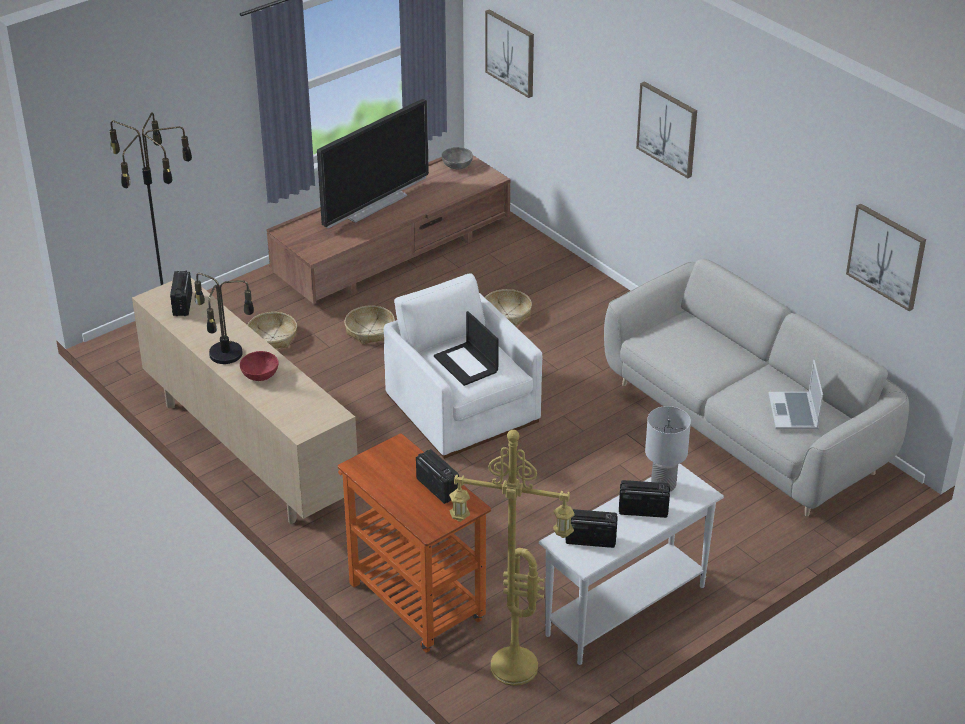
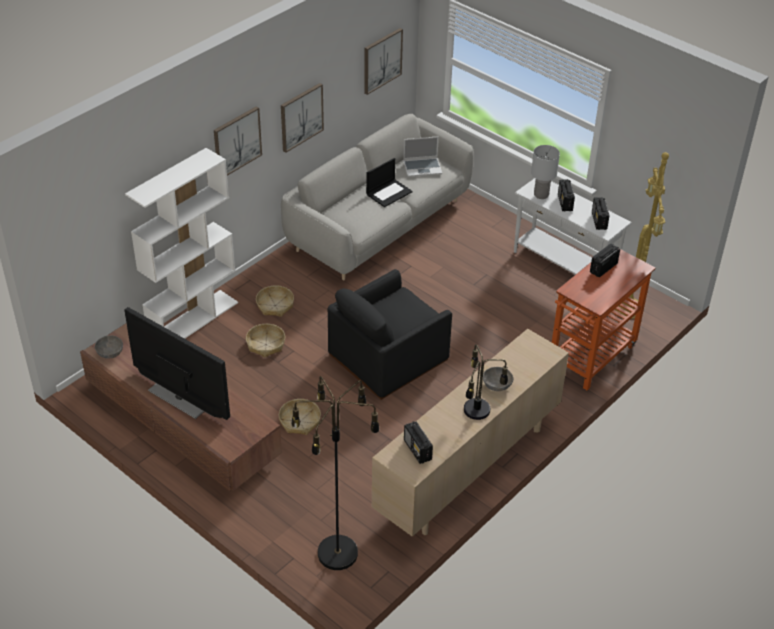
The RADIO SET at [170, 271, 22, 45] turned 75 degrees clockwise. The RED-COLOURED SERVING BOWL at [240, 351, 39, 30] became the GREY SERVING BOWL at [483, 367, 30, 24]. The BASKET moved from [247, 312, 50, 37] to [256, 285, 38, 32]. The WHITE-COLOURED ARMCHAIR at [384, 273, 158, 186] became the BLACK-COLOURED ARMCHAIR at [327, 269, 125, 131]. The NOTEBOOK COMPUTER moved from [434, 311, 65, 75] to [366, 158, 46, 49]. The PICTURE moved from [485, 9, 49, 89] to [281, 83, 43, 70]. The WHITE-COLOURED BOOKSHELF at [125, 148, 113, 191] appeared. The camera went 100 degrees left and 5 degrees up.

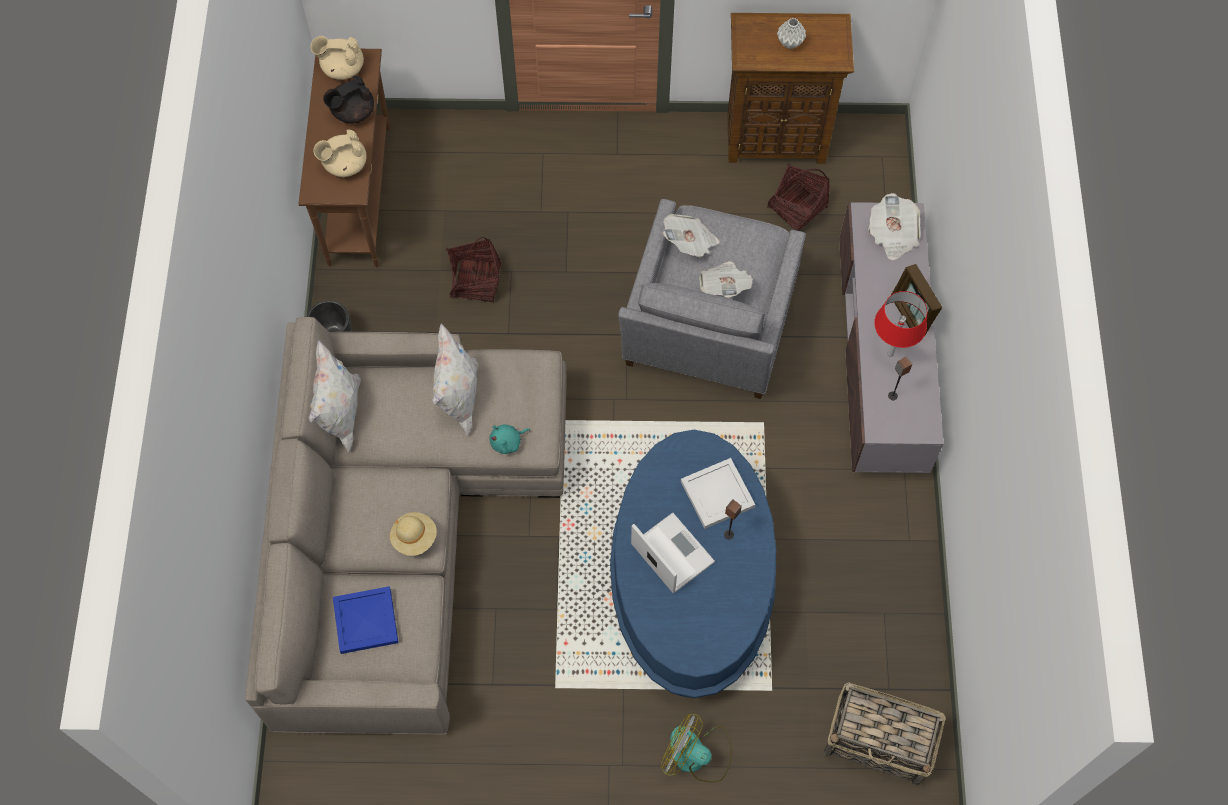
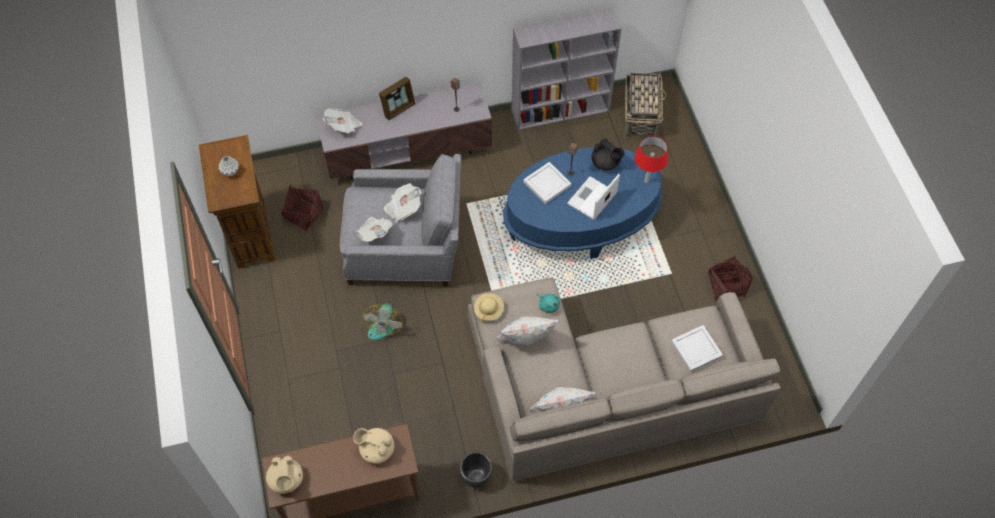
The BEIGE TEAPOT at [313, 130, 54, 47] turned 150 degrees clockwise. The BLACK-COLOURED TEAPOT moved from [323, 76, 51, 48] to [592, 139, 33, 31]. The BLUE TRAY at [333, 586, 66, 68] became the WHITE-COLOURED TRAY at [671, 325, 52, 47]. The BEIGE CLOTHING HAT moved from [390, 512, 47, 44] to [474, 293, 30, 30]. The BASKET moved from [446, 237, 55, 66] to [708, 255, 45, 45]. The COOLING FAN moved from [661, 714, 71, 69] to [362, 304, 41, 36]. The RED-COLOURED TABLETOP LAMP moved from [874, 291, 53, 66] to [635, 136, 33, 47]. The GREY BOOKSHELF at [512, 9, 110, 121] appeared. The camera went 105 degrees left and 5 degrees down.

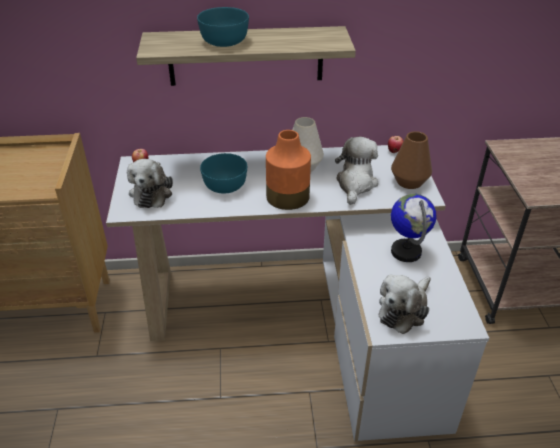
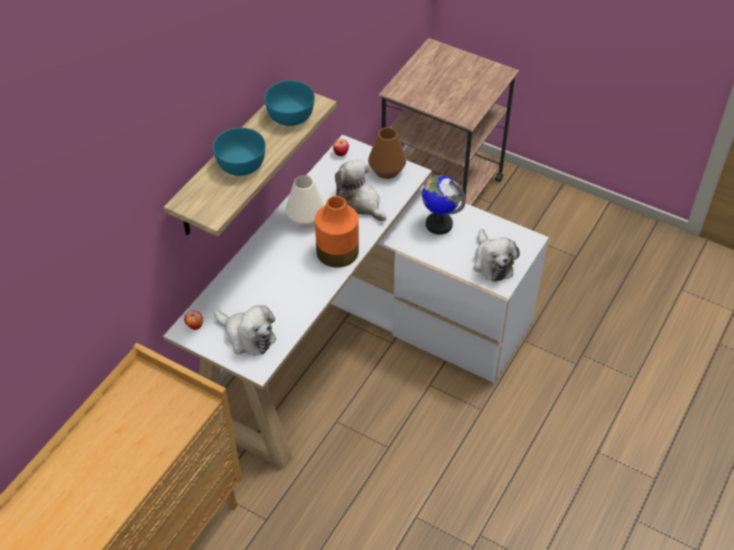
The TURQUOISE-COLOURED SERVING BOWL moved from [200, 153, 47, 41] to [264, 80, 51, 46]. The camera went 55 degrees left and 10 degrees up.

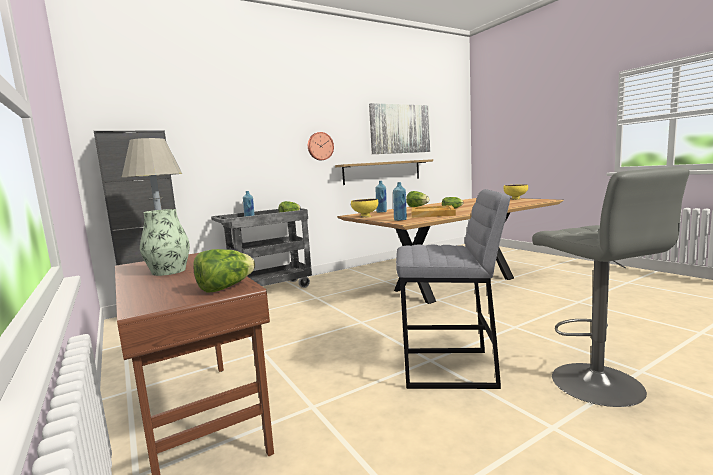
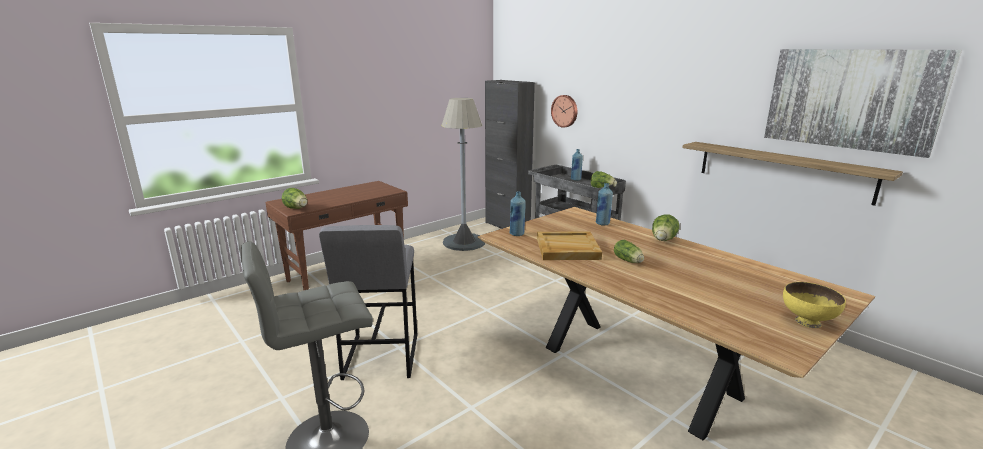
The VASE at [140, 209, 50, 67] disappeared. The CLOCK ON THE WALL moved from [308, 132, 26, 28] to [551, 95, 26, 33]. The YELLOWISH SERVING BOWL at [351, 199, 27, 19] disappeared. The camera went 80 degrees right and 10 degrees up.

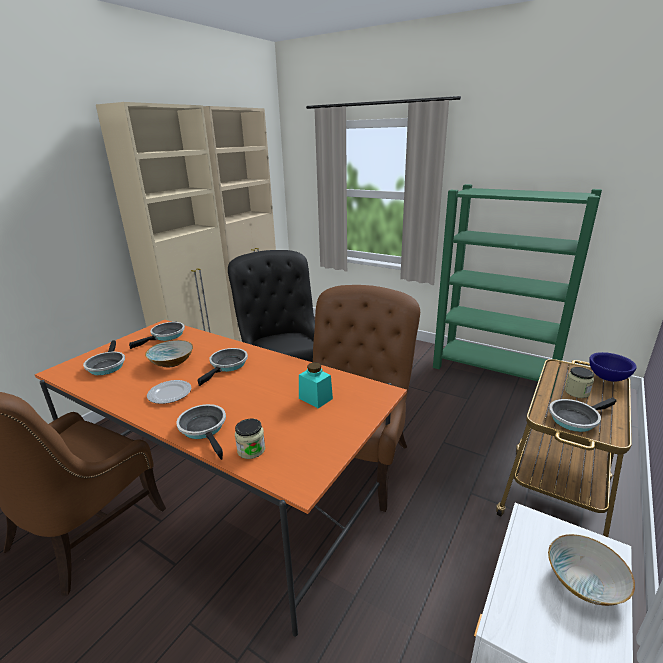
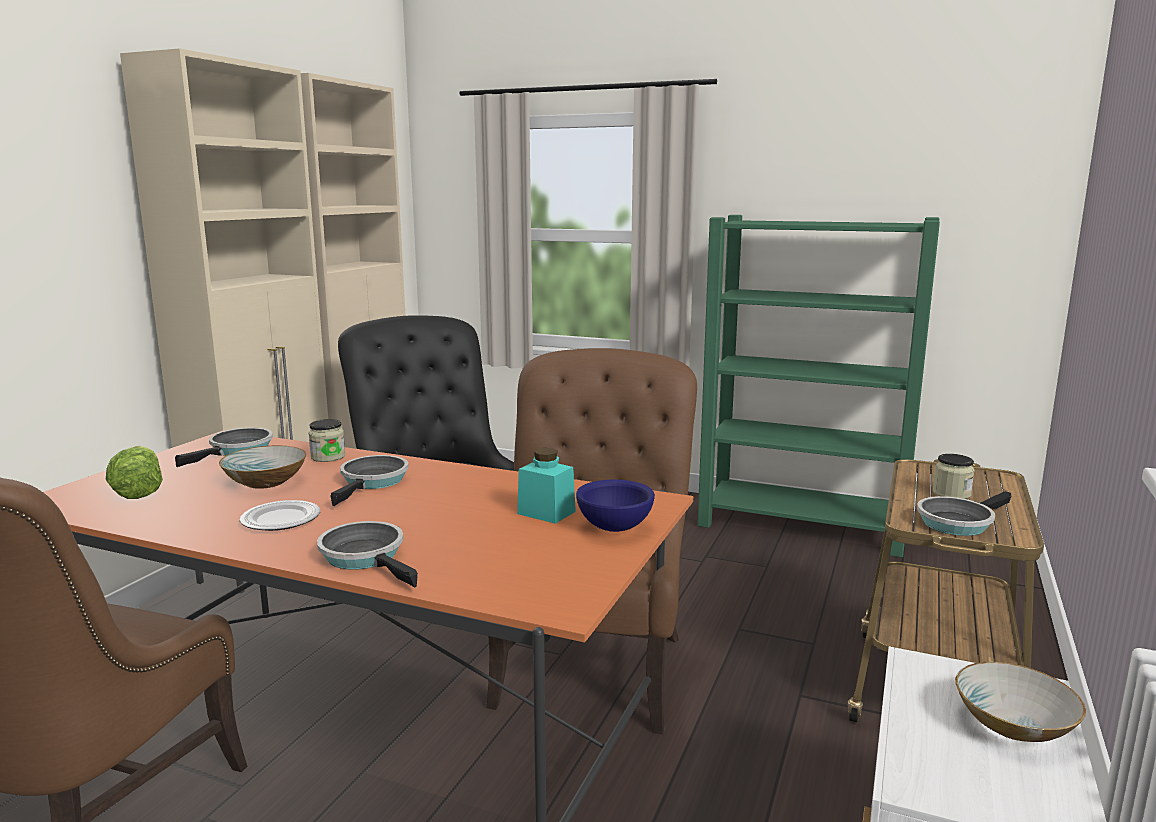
The SKILLET at [83, 340, 42, 35] was replaced by the LETTUCE HEAD at [106, 446, 57, 53]. The JAR moved from [235, 419, 30, 40] to [308, 419, 37, 43]. The BLUE SERVING BOWL moved from [589, 352, 48, 30] to [576, 480, 79, 52]. The camera went 10 degrees left and 10 degrees down.

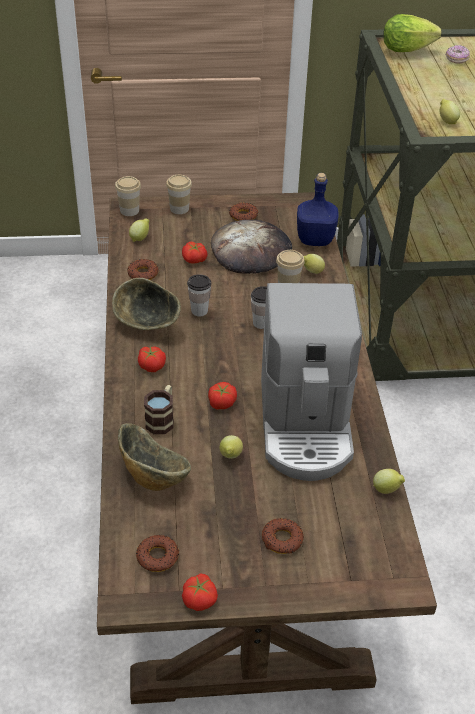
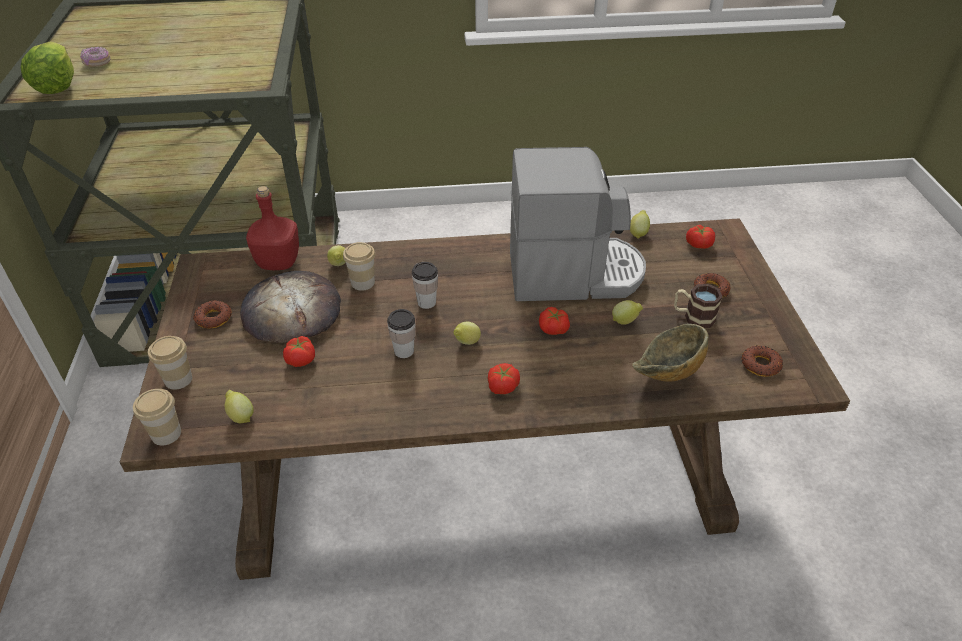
The SERVING BOWL at [112, 278, 69, 52] disappeared. The RING DOUGHNUT at [127, 259, 32, 21] disappeared. The MUG moved from [144, 385, 30, 49] to [674, 284, 49, 44]. The TOMATO moved from [182, 573, 36, 38] to [686, 225, 29, 24]. The BLUE BEVERAGE BOTTLE at [297, 173, 42, 73] became the RED-COLOURED BEVERAGE BOTTLE at [246, 186, 53, 84]. The CITRUS FRUIT moved from [440, 99, 20, 25] to [453, 322, 28, 23]. The camera went 90 degrees left and 0 degrees up.

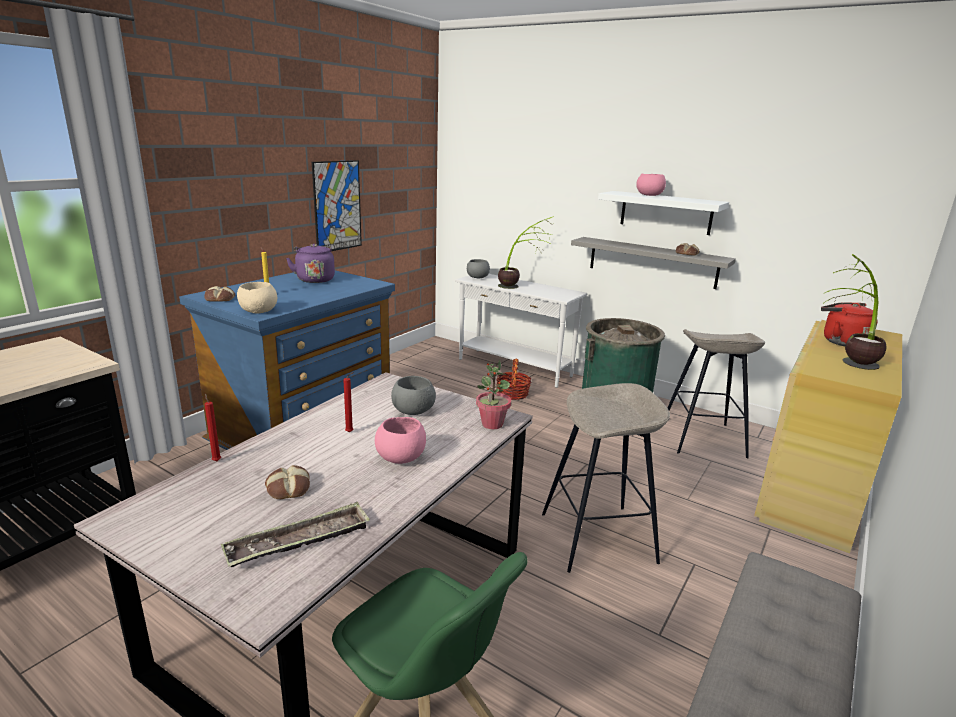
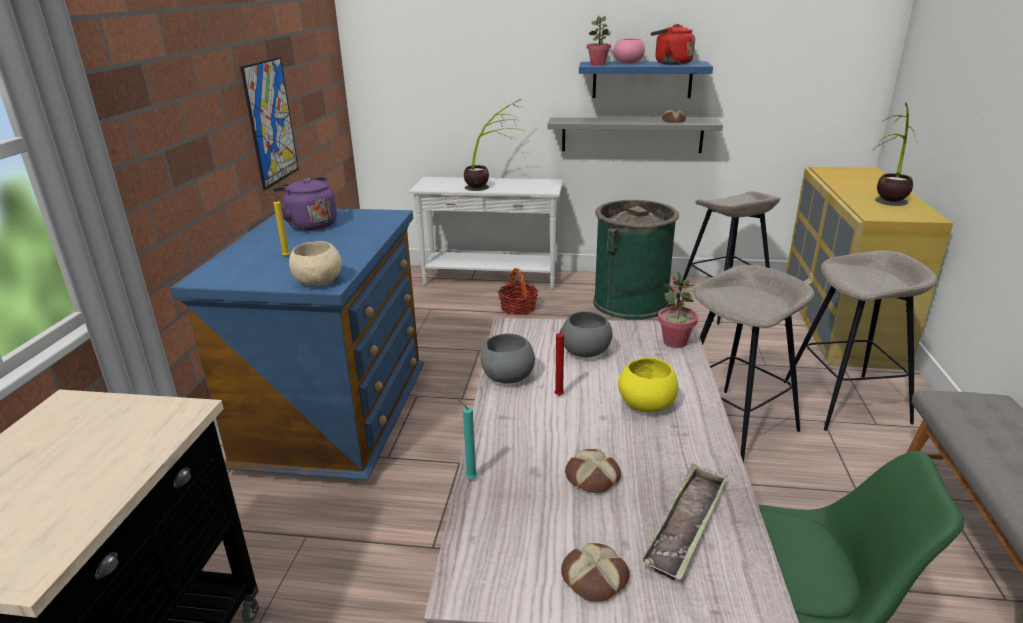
The BAKED BREAD moved from [204, 286, 31, 16] to [561, 543, 69, 58]. The RED-COLOURED WAX CANDLE at [205, 394, 16, 67] became the TURQUOISE-COLOURED WAX CANDLE at [458, 399, 19, 80]. The PINKISH SERVING BOWL at [375, 417, 51, 47] became the YELLOWISH SERVING BOWL at [618, 357, 60, 55]. The GREY SERVING BOWL moved from [467, 259, 23, 19] to [480, 333, 55, 50]. The WHITE-COLOURED SHELF at [598, 191, 131, 44] became the BLUE SHELF at [579, 61, 134, 37]. The RED-COLOURED KETTLE moved from [821, 302, 57, 44] to [651, 24, 44, 41]. The HOUSEPLANT at [587, 16, 24, 50] appeared. The GREY STOOL SEAT at [784, 250, 154, 181] appeared. The camera went 25 degrees left and 5 degrees up.

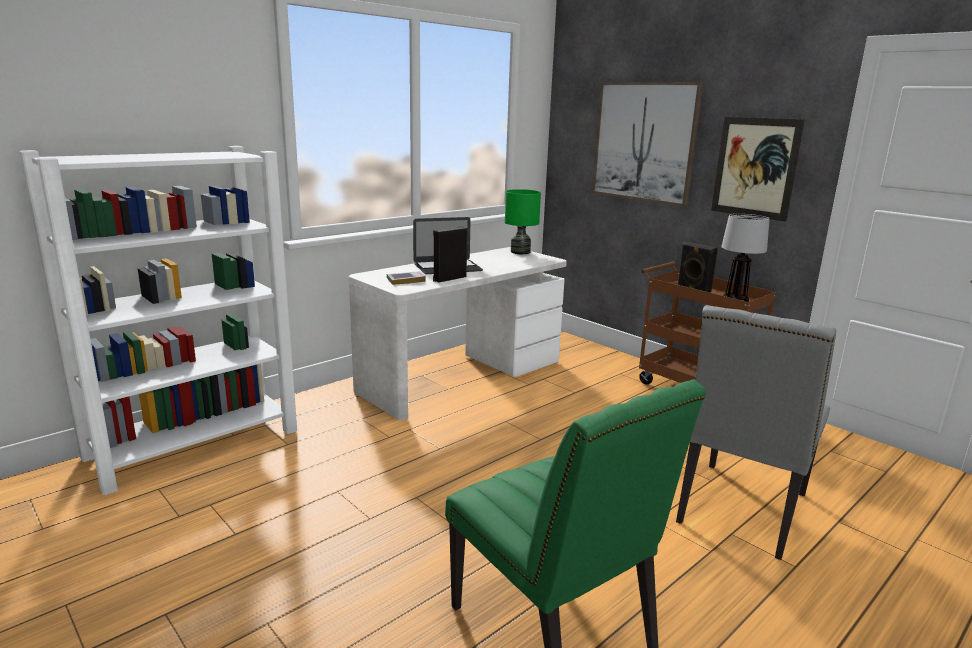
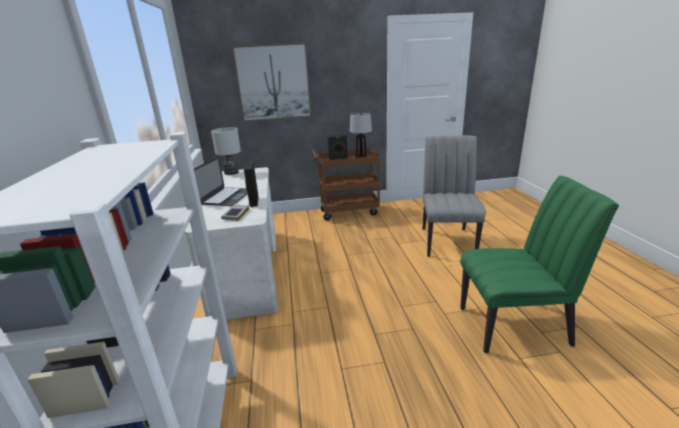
The GREEN TABLETOP LAMP at [505, 189, 36, 65] became the GREY TABLETOP LAMP at [211, 127, 30, 48]. The GREY CHAIR at [676, 305, 160, 255] turned 150 degrees counterclockwise. The PICTURE at [711, 116, 94, 106] disappeared. The camera went 55 degrees left and 5 degrees up.

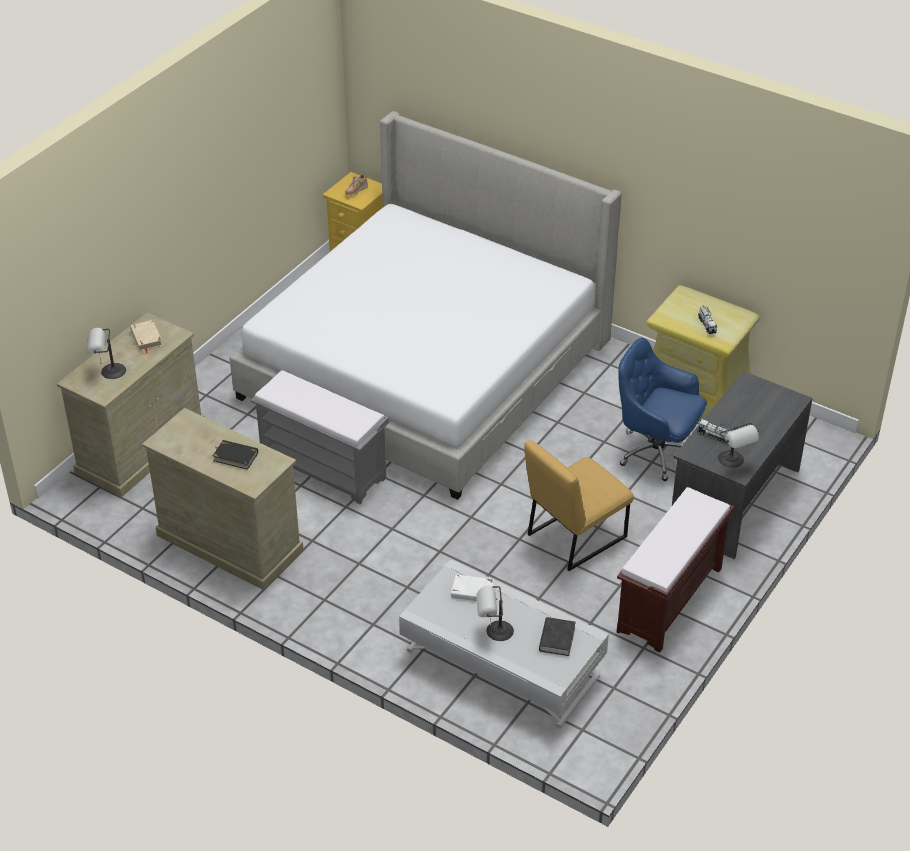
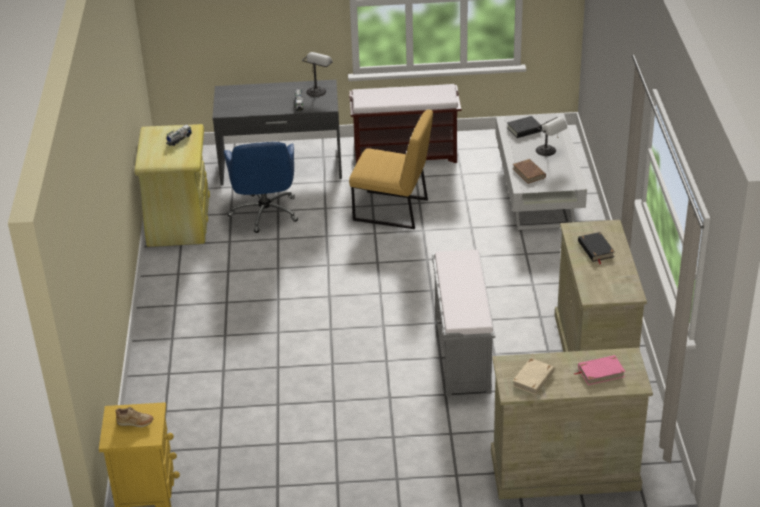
The TABLETOP LAMP at [87, 328, 39, 51] was replaced by the PINKISH VOLUME at [574, 355, 51, 30]. The BED at [230, 111, 392, 389] disappeared. The WHITE-COLOURED VOLUME at [451, 575, 46, 26] became the BROWN VOLUME at [513, 159, 33, 25]. The camera went 125 degrees left and 5 degrees down.

